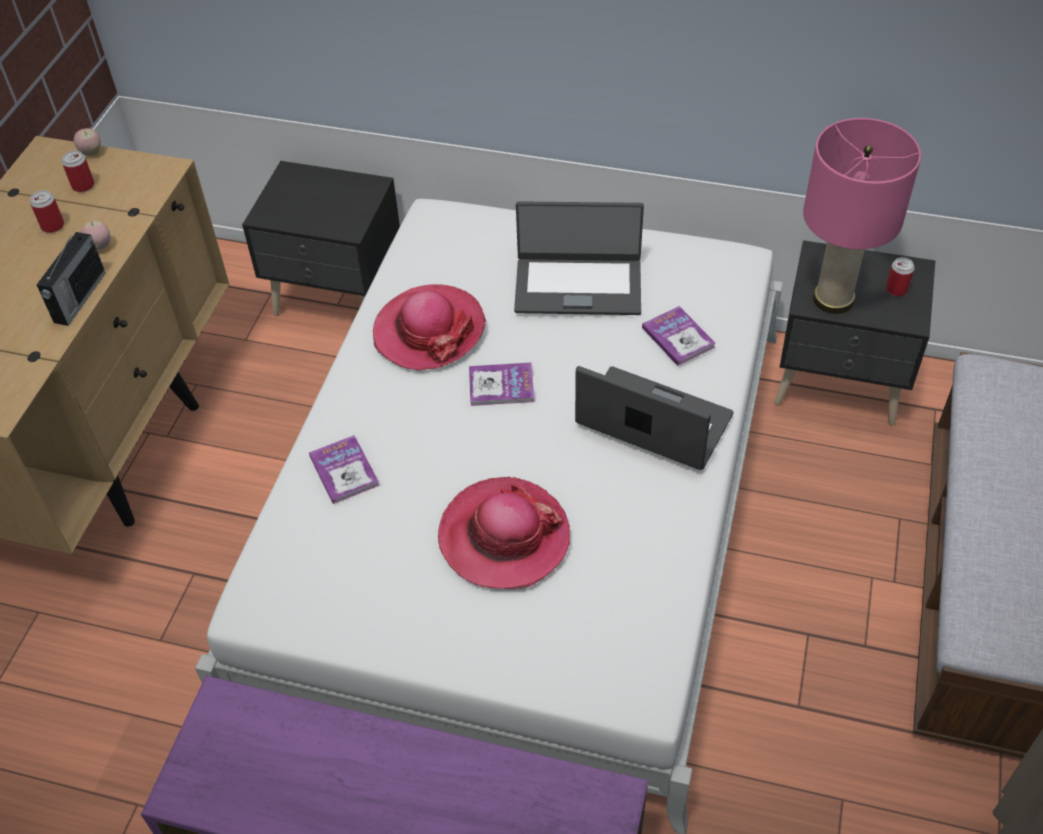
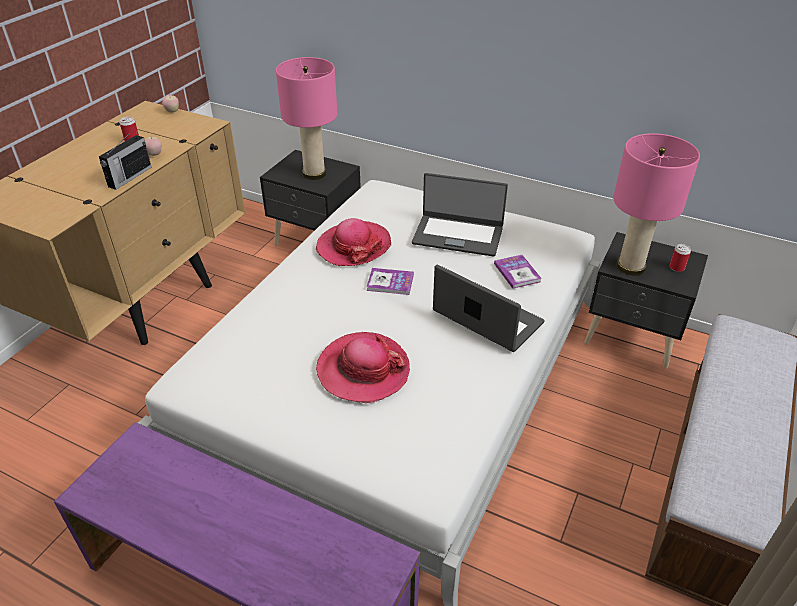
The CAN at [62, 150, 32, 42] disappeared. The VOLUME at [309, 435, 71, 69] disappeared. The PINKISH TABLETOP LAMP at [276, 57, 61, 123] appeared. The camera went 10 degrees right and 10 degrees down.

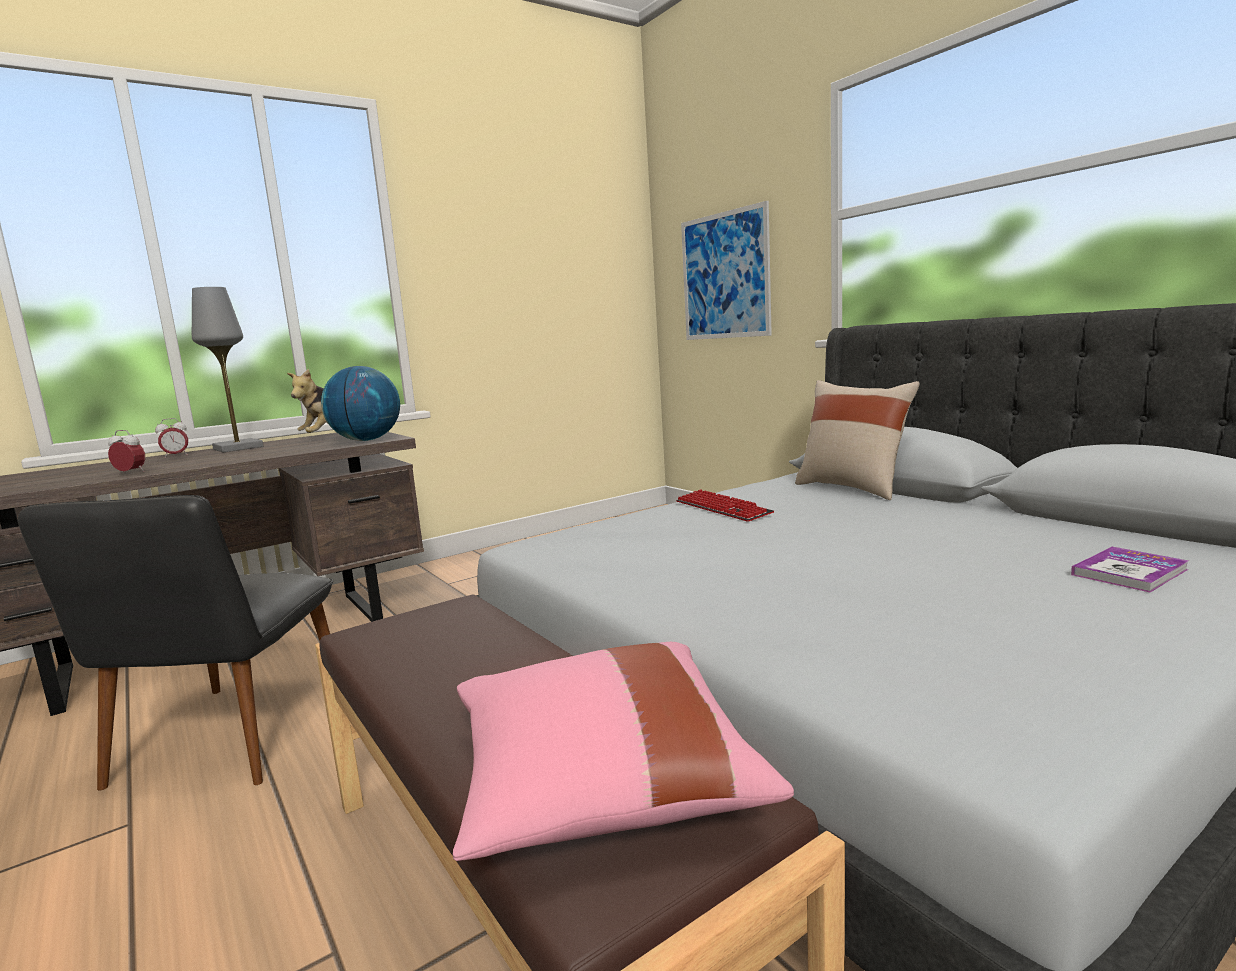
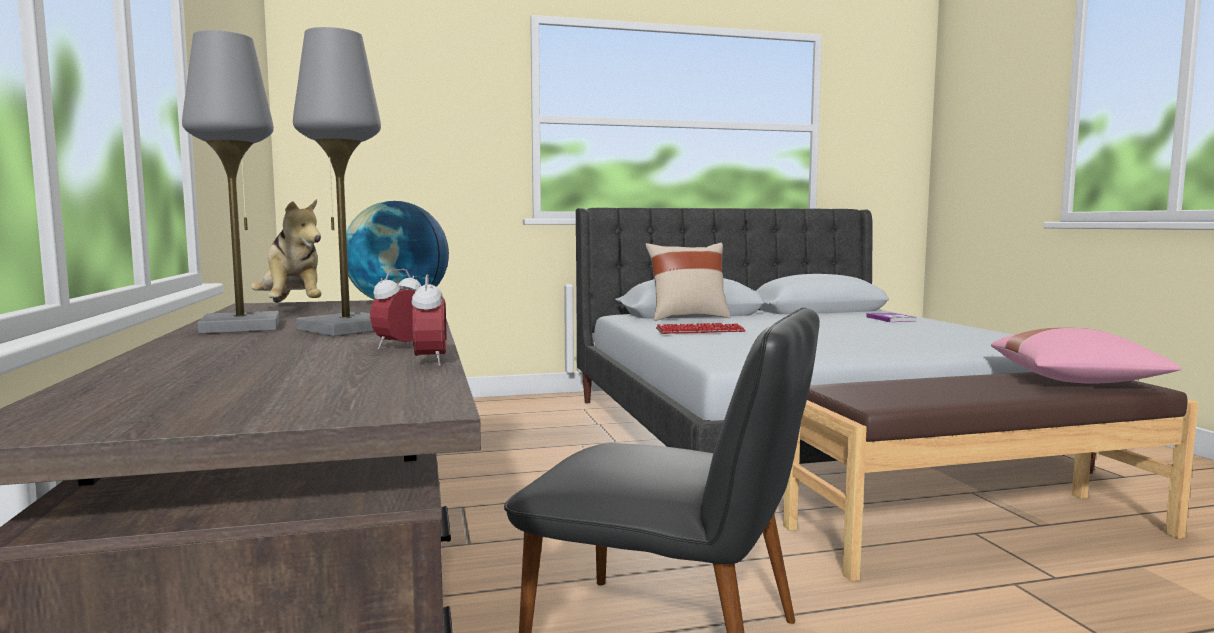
The TABLE CLOCK moved from [155, 418, 33, 40] to [412, 274, 34, 92]. The PICTURE at [681, 201, 91, 139] disappeared. The GREY TABLETOP LAMP at [293, 27, 88, 309] appeared. The camera went 70 degrees left and 5 degrees down.

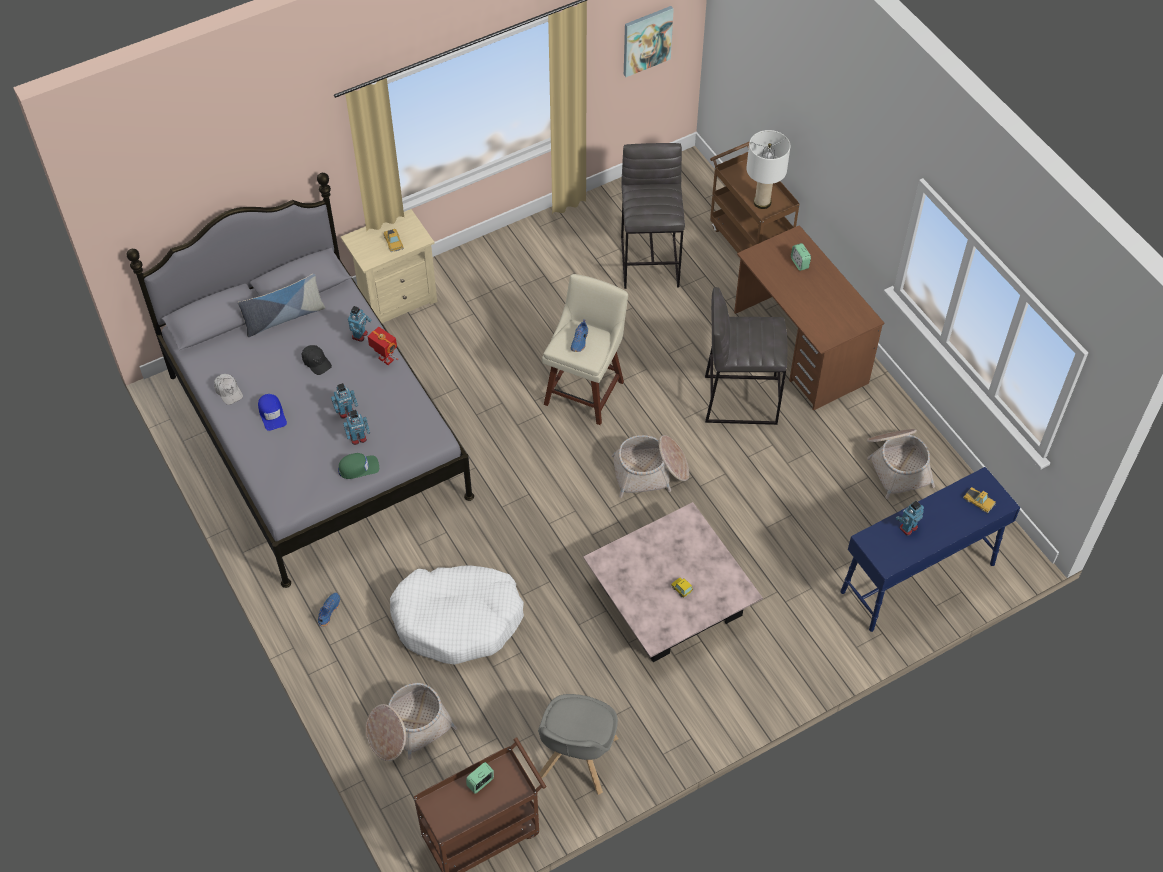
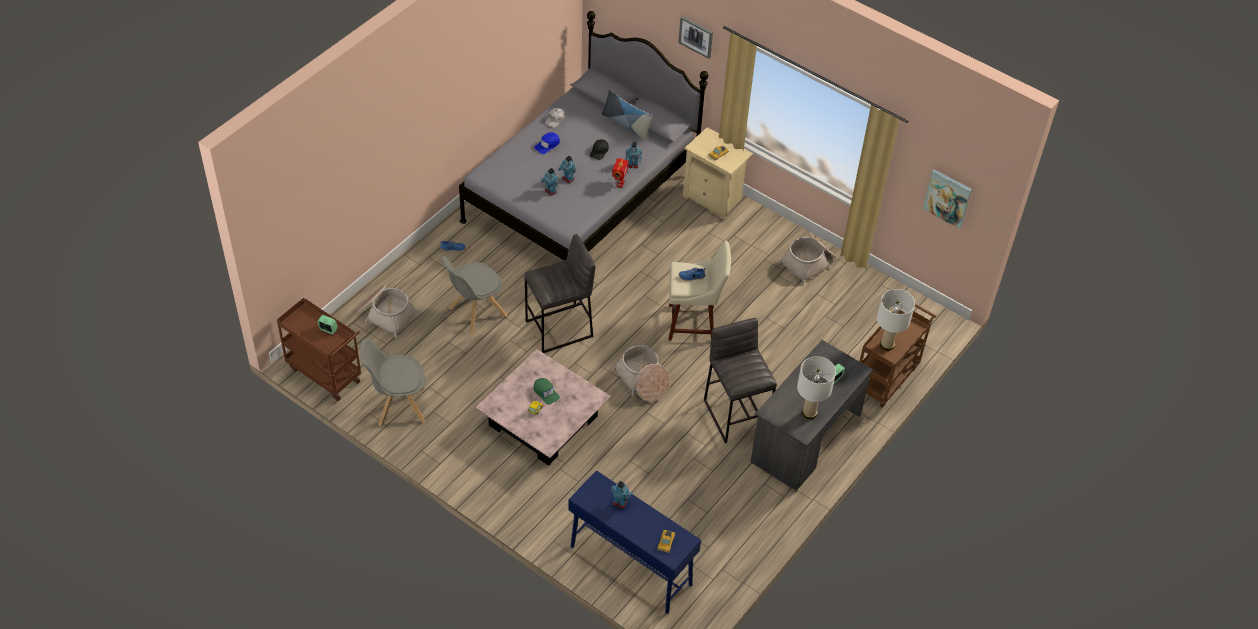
The GREEN CAP moved from [338, 453, 41, 26] to [533, 378, 27, 27]. The WHITE-COLOURED PET BED at [390, 565, 134, 99] was replaced by the GREY CHAIR at [441, 256, 66, 79]. The GREY STOOL SEAT moved from [621, 143, 64, 146] to [525, 234, 71, 119]. The BROWN DESK at [734, 225, 150, 186] became the GREY DESK at [751, 340, 122, 151]. The BASKET moved from [867, 429, 68, 70] to [778, 234, 58, 51]. The PICTURE at [678, 16, 35, 43] appeared. The WHITE-COLOURED TABLETOP LAMP at [797, 356, 39, 63] appeared. The camera went 65 degrees right and 5 degrees down.

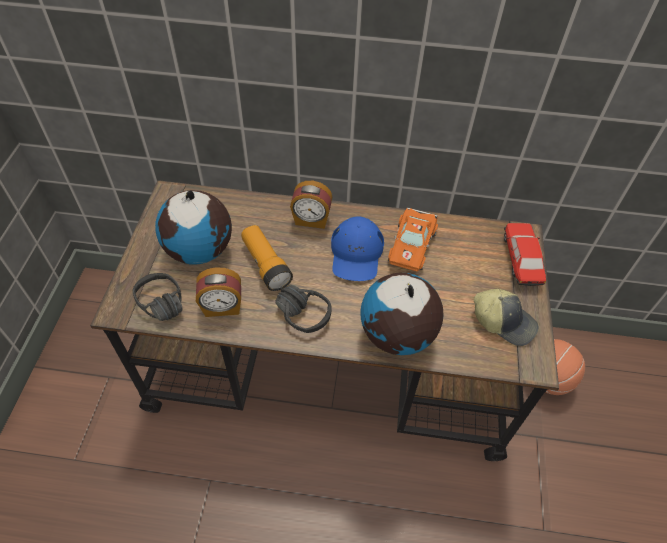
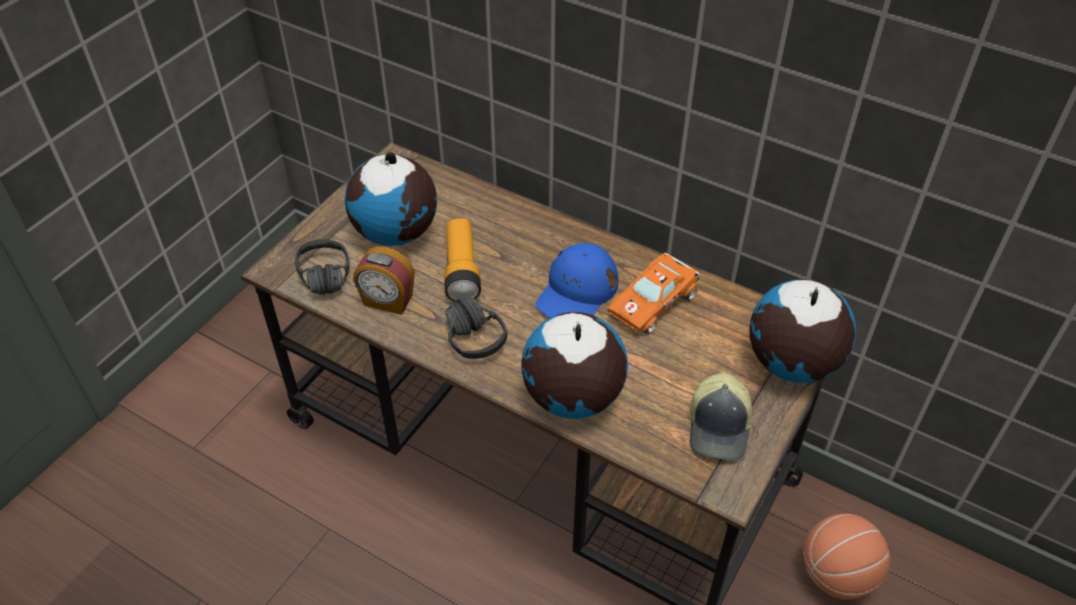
The TABLE CLOCK at [290, 181, 42, 48] disappeared. The CAP at [474, 289, 65, 57] turned 45 degrees clockwise. The TOY CAR at [504, 223, 42, 63] was replaced by the WORLD GLOBE at [749, 279, 107, 104]. The camera went 25 degrees right and 5 degrees down.

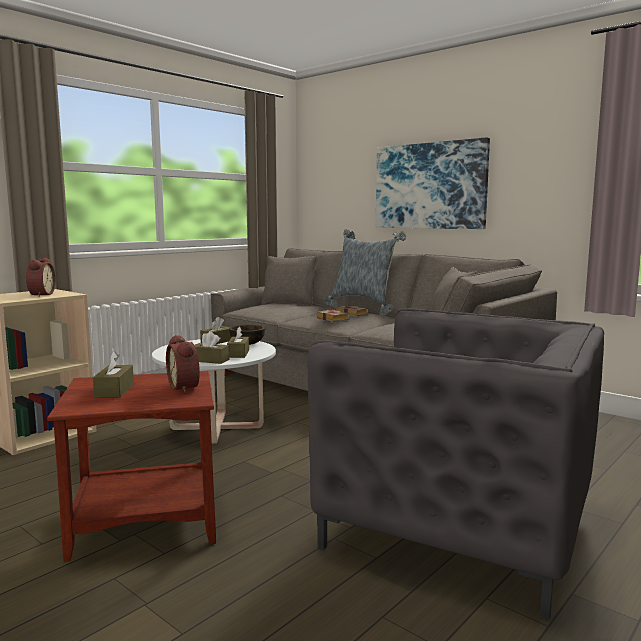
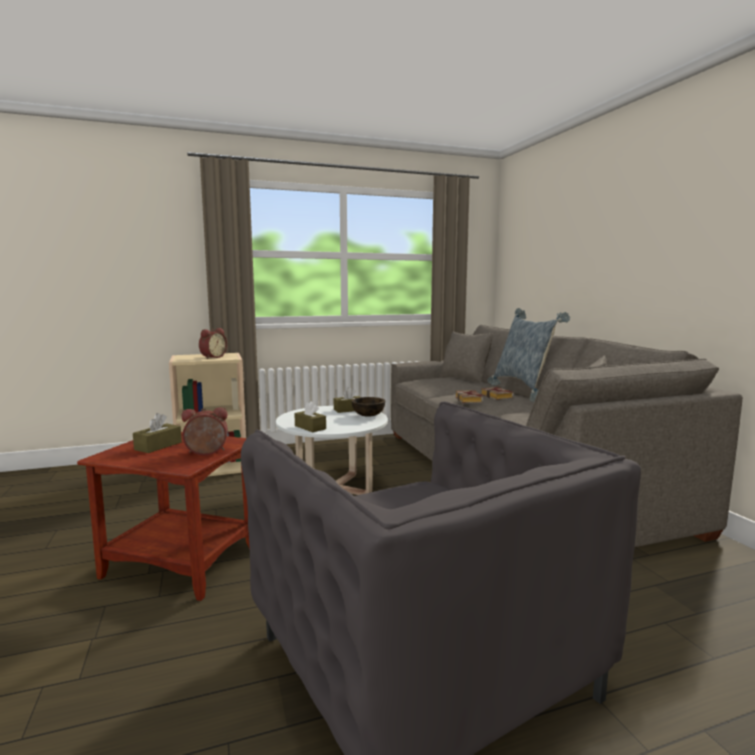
The TABLE CLOCK at [166, 335, 34, 58] turned 75 degrees clockwise. The BROWN TISSUE BOX at [227, 326, 22, 32] disappeared. The PICTURE at [376, 137, 114, 92] disappeared. The camera went 30 degrees right and 0 degrees up.

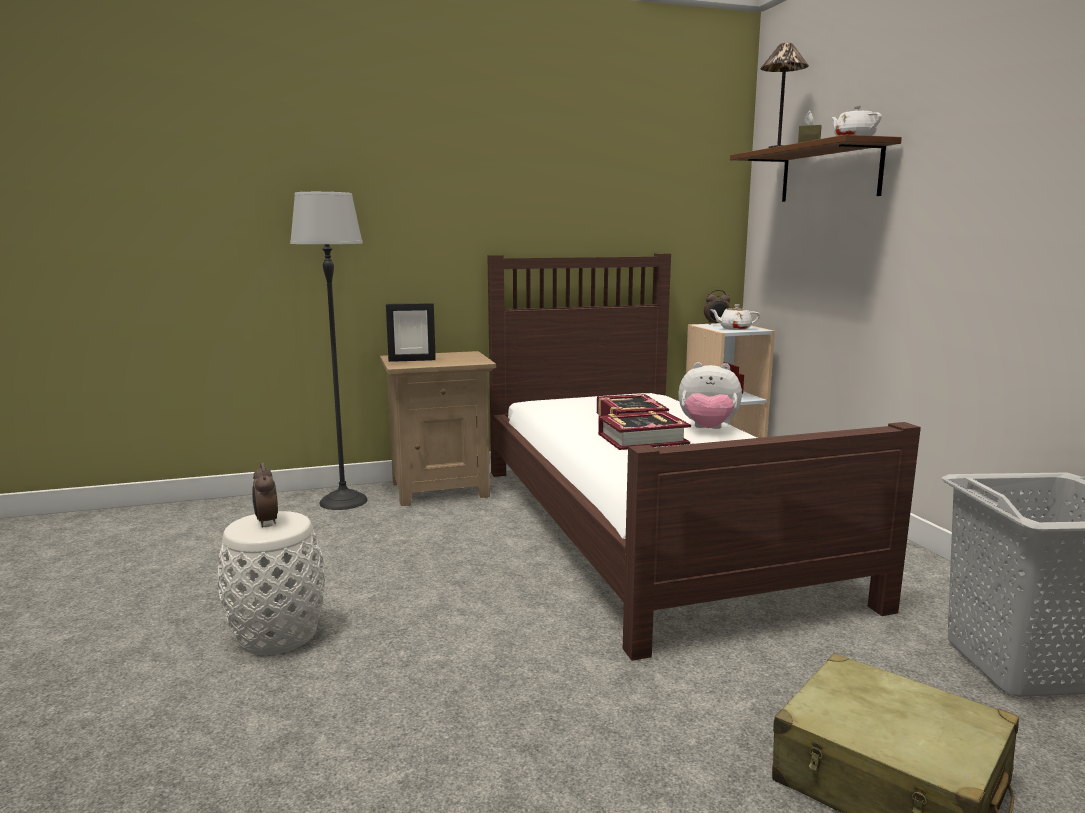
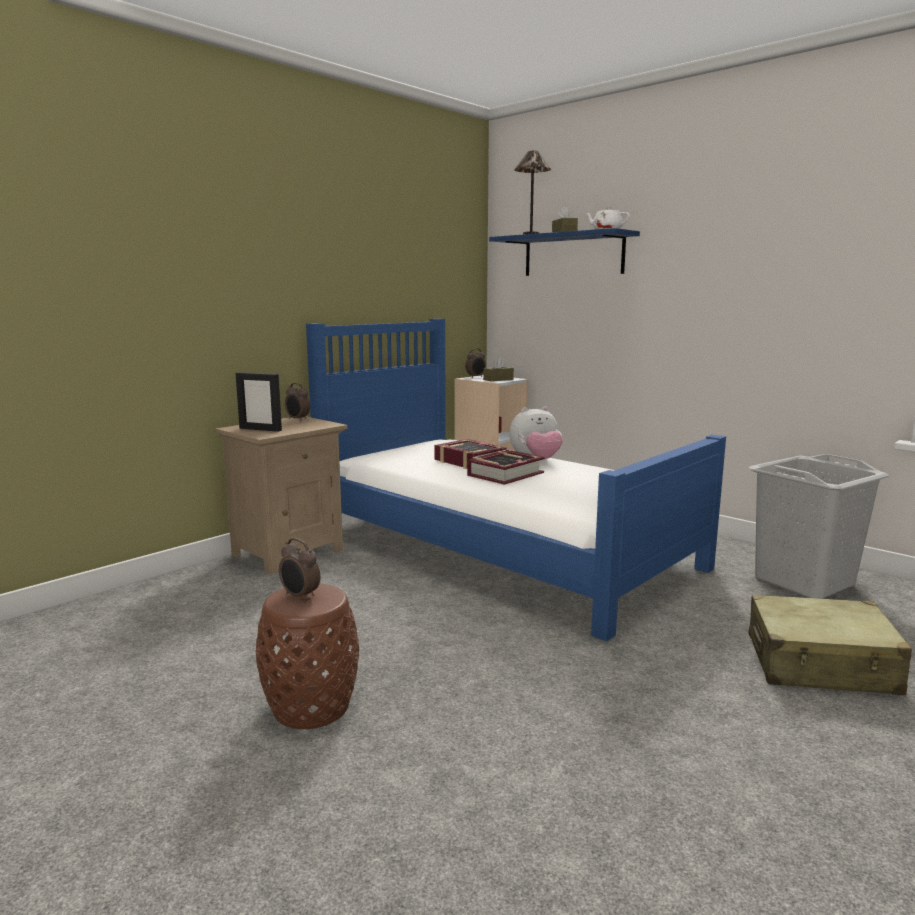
The WHITE-COLOURED STOOL SEAT at [218, 511, 107, 144] became the BROWN STOOL SEAT at [256, 584, 103, 145]. The FLOOR LAMP at [290, 192, 78, 318] disappeared. The PICTURE FRAME at [386, 303, 50, 59] turned 60 degrees clockwise. The BROWN BED at [487, 253, 434, 408] became the BLUE BED at [306, 319, 420, 323]. The WHITE-COLOURED TEAPOT at [711, 304, 49, 26] was replaced by the BROWN TISSUE BOX at [483, 357, 31, 24]. The BROWN SHELF at [730, 135, 172, 67] became the BLUE SHELF at [489, 228, 151, 48]. The TABLE CLOCK at [285, 383, 25, 38] appeared. The camera went 30 degrees left and 0 degrees up.

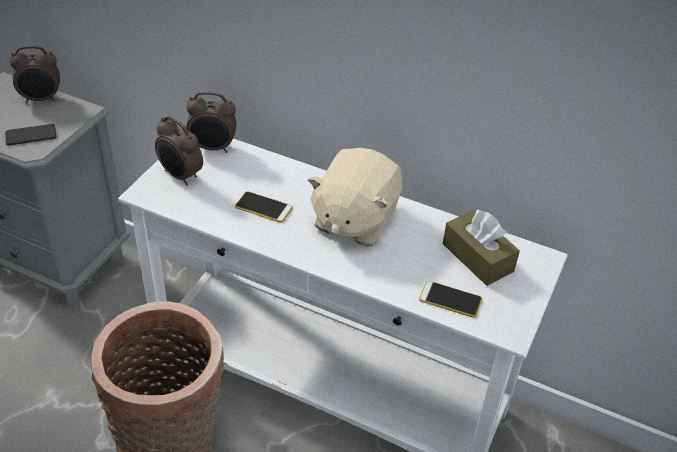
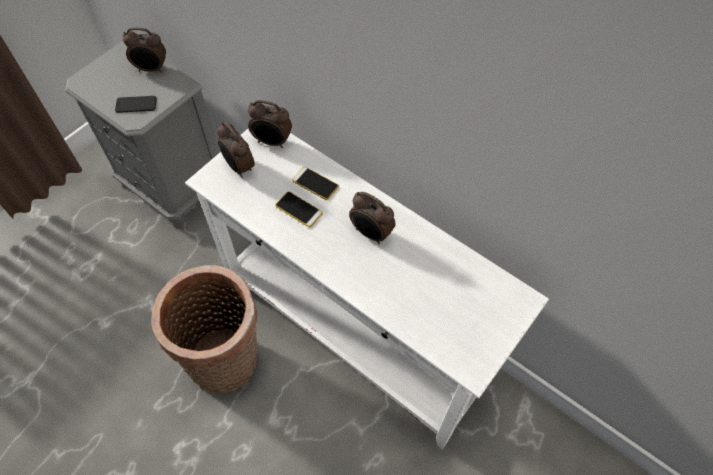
The BEIGE CUDDLY TOY at [307, 148, 95, 98] was replaced by the TABLE CLOCK at [349, 192, 46, 52]. The HANDSET moved from [419, 281, 63, 37] to [292, 167, 47, 33]. The BROWN TISSUE BOX at [443, 209, 77, 77] disappeared. The camera went 15 degrees right and 15 degrees up.

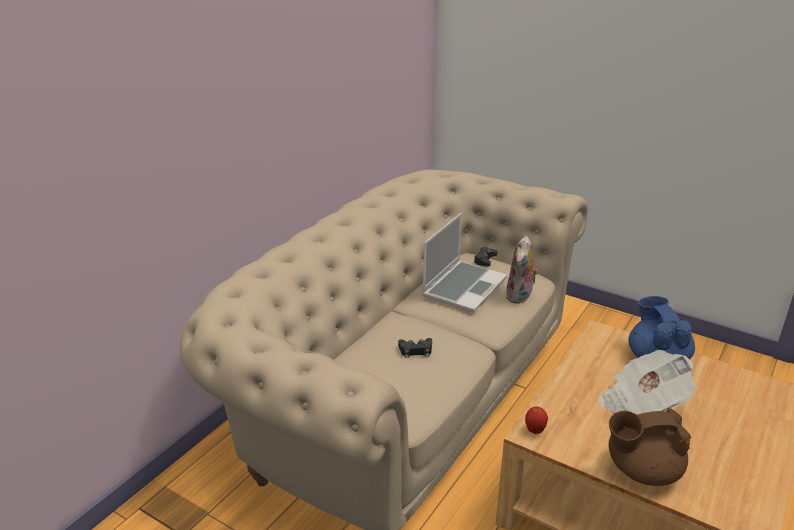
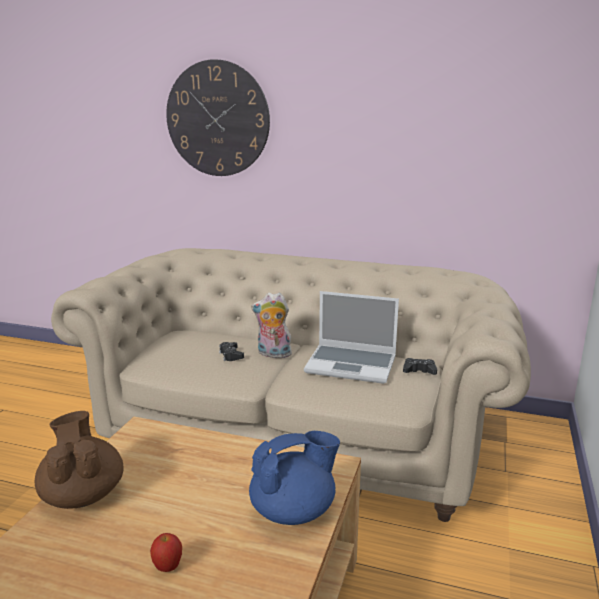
The CUDDLY TOY moved from [506, 236, 33, 68] to [251, 292, 41, 66]. The WHOLE APPLE moved from [525, 407, 23, 27] to [150, 533, 32, 39]. The NEWSPAPER at [598, 350, 98, 65] disappeared. The CLOCK ON THE WALL at [166, 59, 104, 117] appeared. The camera went 75 degrees right and 10 degrees down.

